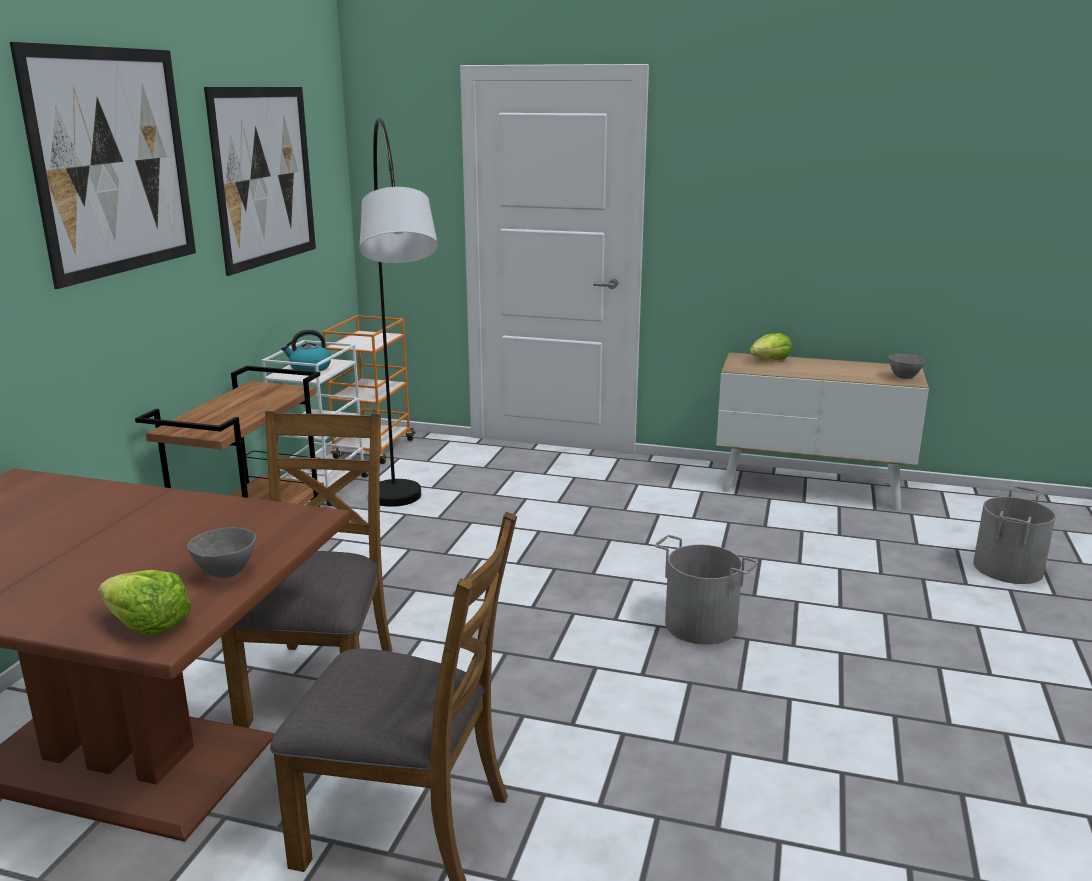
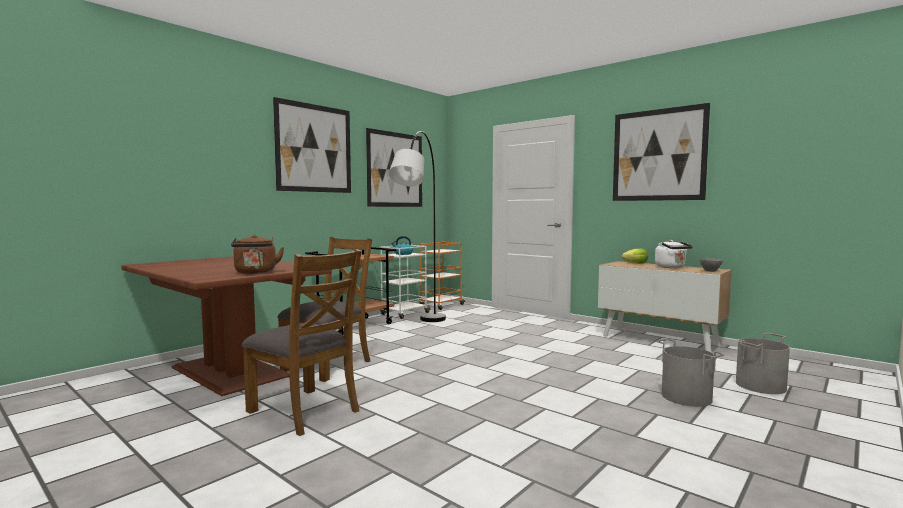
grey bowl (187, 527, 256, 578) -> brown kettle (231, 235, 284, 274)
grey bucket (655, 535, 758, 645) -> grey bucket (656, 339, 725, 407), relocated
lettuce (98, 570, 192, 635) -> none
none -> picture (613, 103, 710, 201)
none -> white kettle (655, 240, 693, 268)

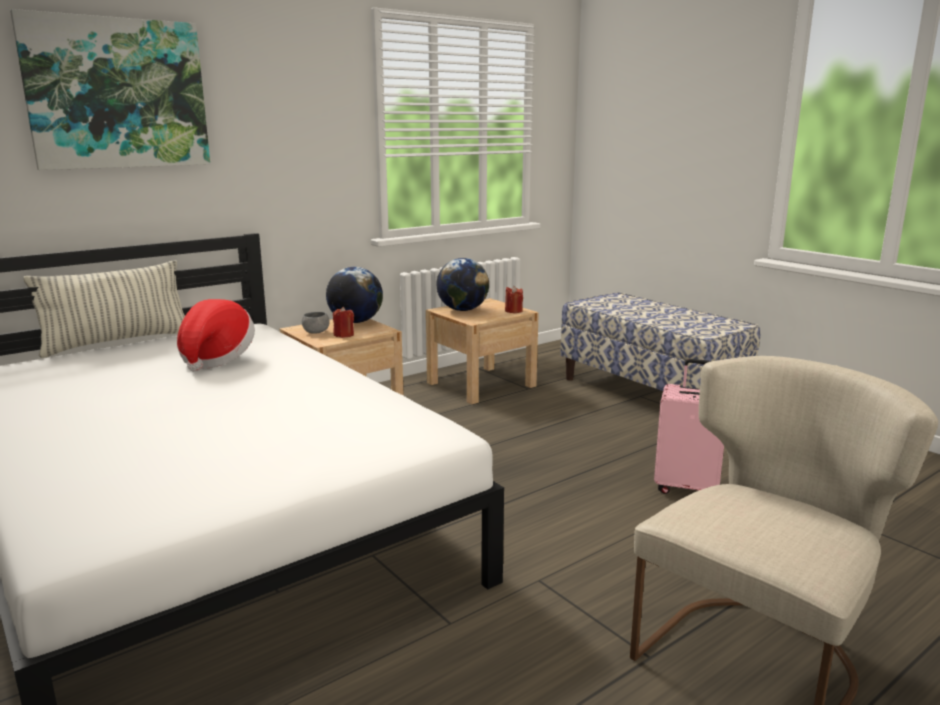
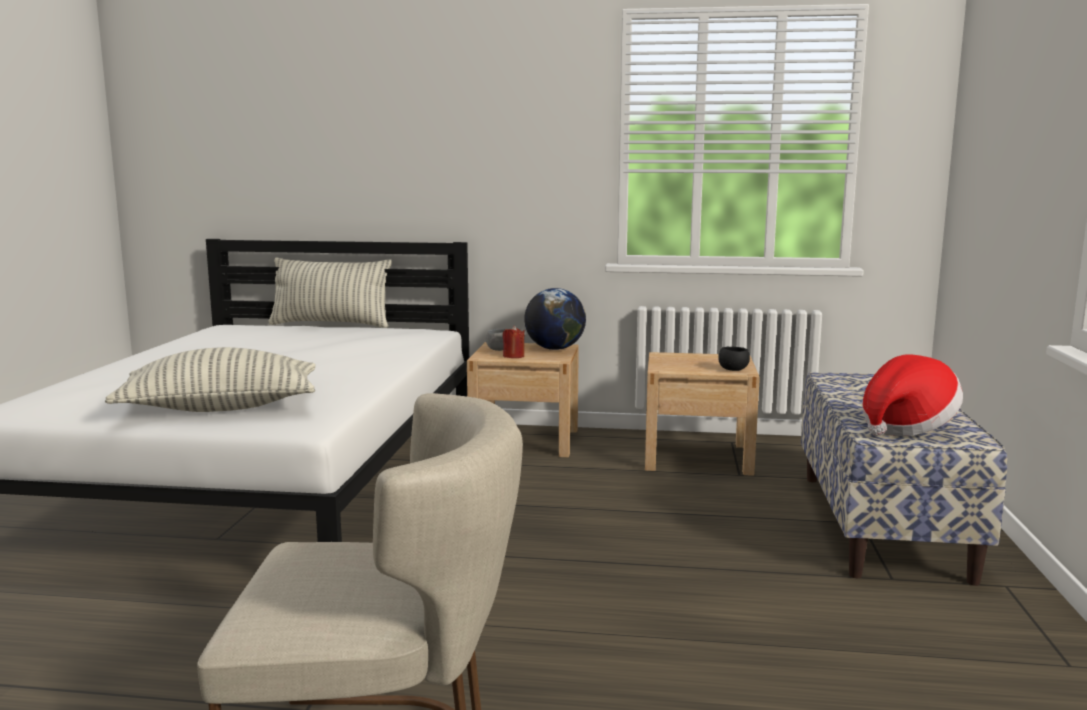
picture (10, 9, 210, 170) -> none
globe (437, 258, 489, 311) -> none
red candle (505, 286, 523, 313) -> black bowl (718, 347, 750, 371)
hat (177, 299, 255, 372) -> hat (862, 355, 963, 436), relocated
pink suitcase (654, 359, 724, 494) -> none
none -> pillow (105, 347, 316, 412)

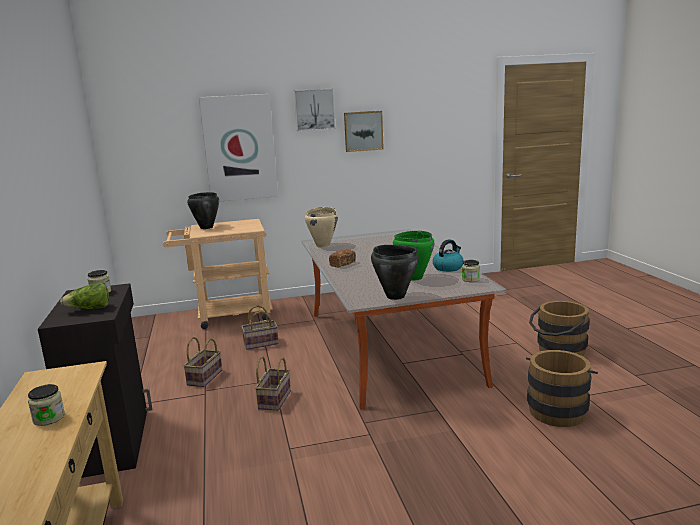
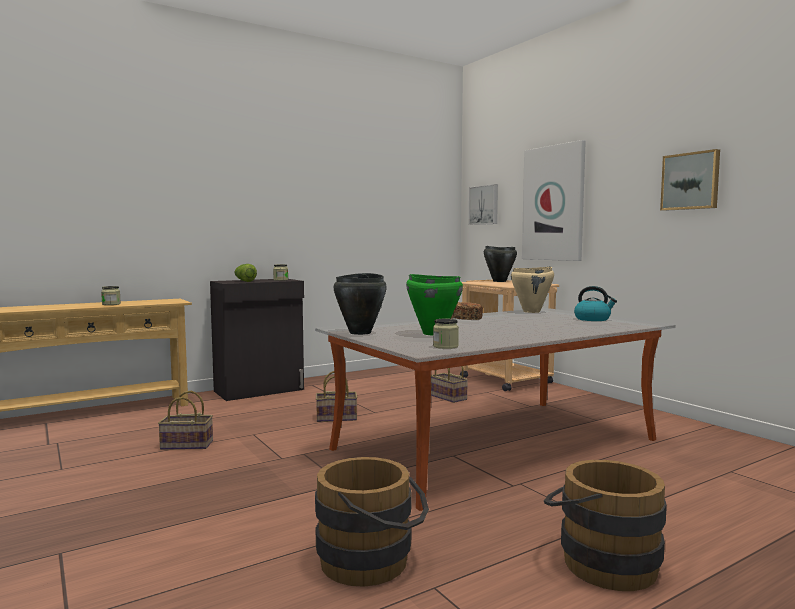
picture (294, 89, 336, 131) -> picture (469, 184, 498, 225), relocated
kettle (433, 239, 464, 272) -> kettle (574, 286, 617, 321), relocated
basket (183, 337, 222, 387) -> basket (158, 391, 213, 450), relocated

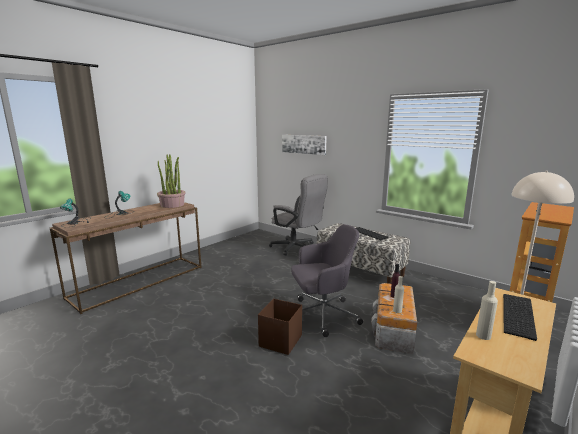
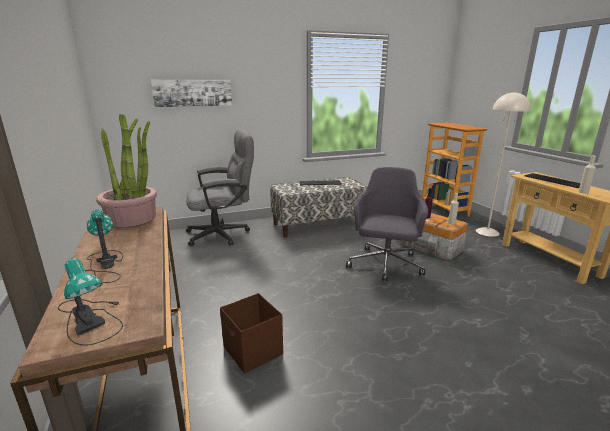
brown storage box (258, 299, 302, 355) -> brown storage box (220, 293, 283, 374), relocated

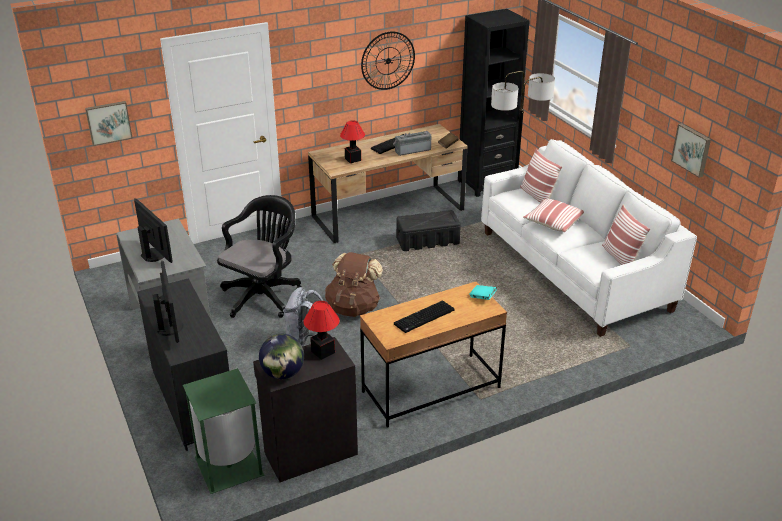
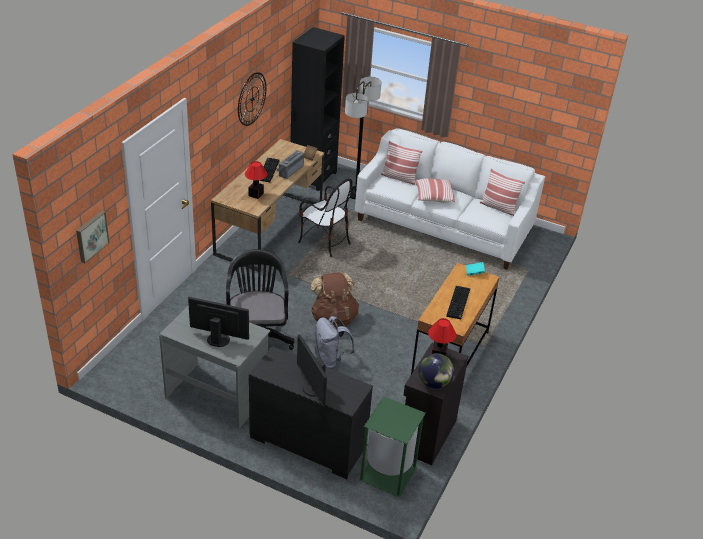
picture (671, 123, 711, 178) -> none
black storage box (396, 210, 461, 251) -> chair (298, 179, 353, 257)
monitor (152, 261, 183, 343) -> monitor (297, 334, 327, 407), 150 degrees counterclockwise

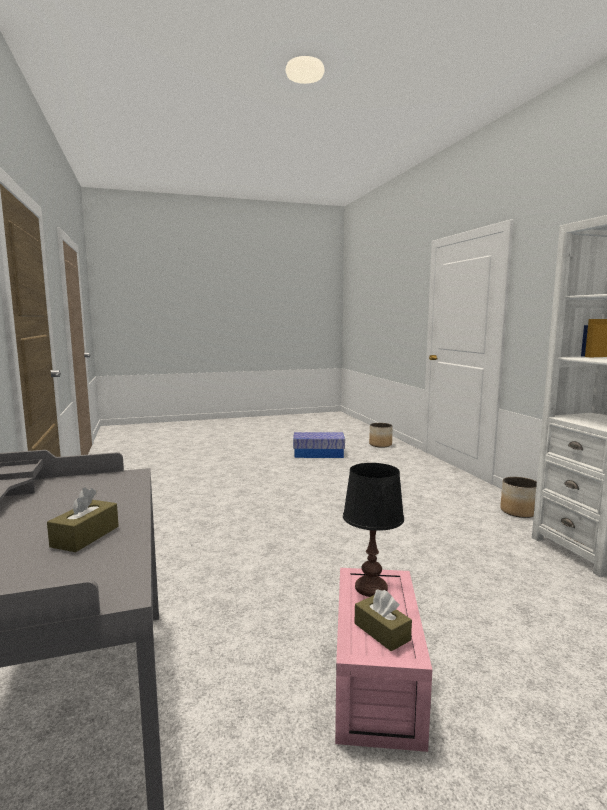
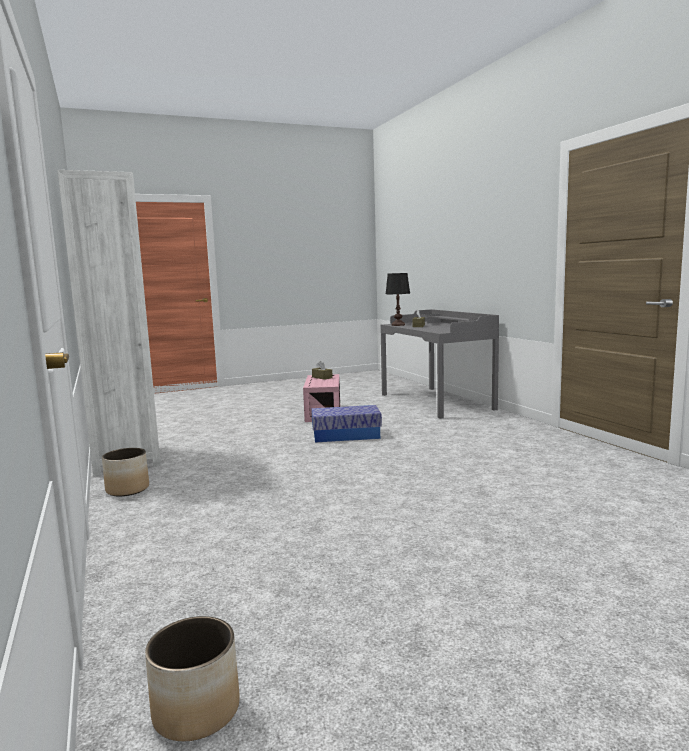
storage box (293, 432, 345, 458) -> storage box (311, 405, 382, 443), relocated
black table lamp (343, 463, 404, 597) -> black table lamp (385, 273, 410, 326), relocated

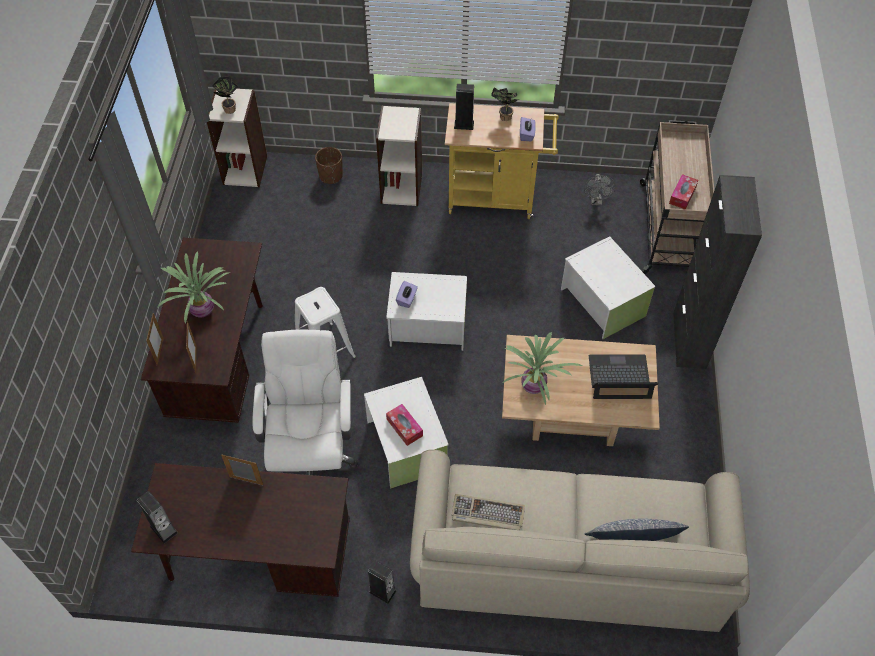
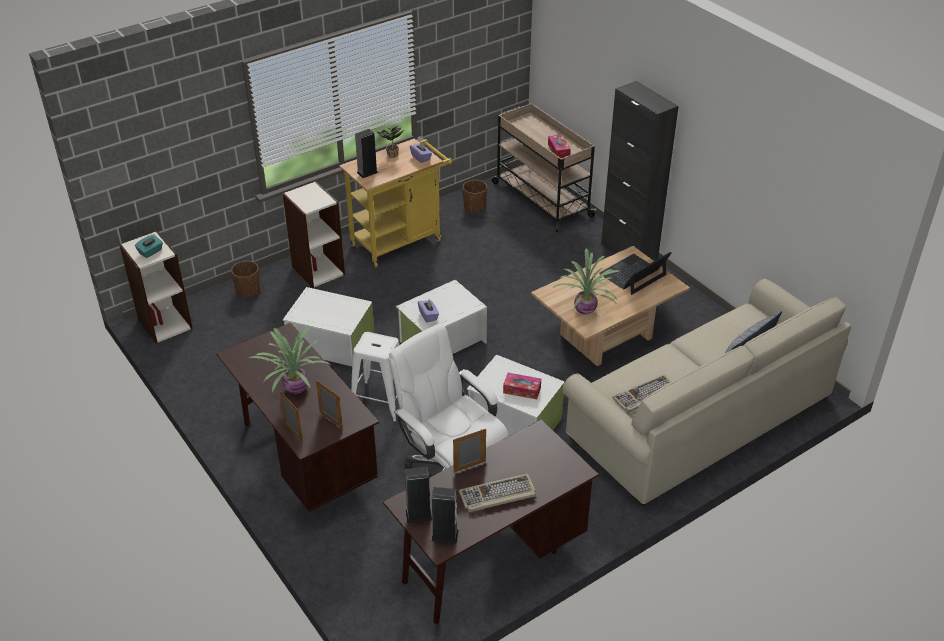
potted plant (212, 76, 239, 114) -> turquoise tissue box (135, 234, 163, 258)
grey fan (584, 174, 616, 205) -> brown planter (463, 180, 487, 214)
white storage box (561, 236, 655, 339) -> white storage box (283, 287, 374, 366), relocated
speaker (368, 560, 396, 604) -> speaker (405, 467, 432, 523), relocated
none -> keyboard (459, 474, 536, 512)

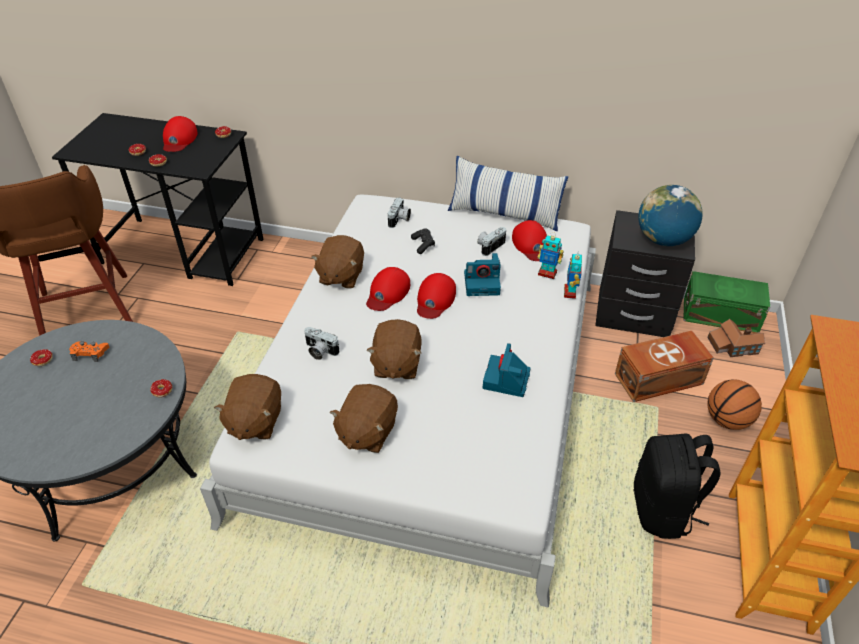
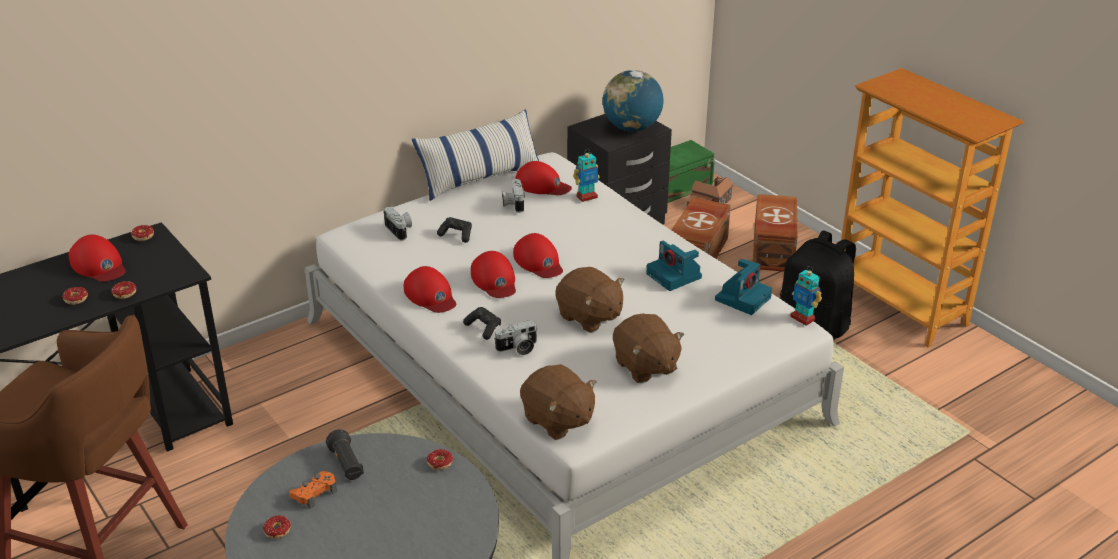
brown plush toy (311, 235, 364, 289) -> red cap (404, 266, 456, 313)
photo camera (464, 253, 501, 296) -> photo camera (715, 259, 772, 315), relocated
toy robot (564, 254, 582, 299) -> toy robot (790, 266, 822, 325), relocated
basketball (707, 379, 762, 430) -> brown storage box (753, 194, 797, 272)
none -> black game controller (463, 307, 501, 340)
none -> black flashlight (326, 429, 364, 480)

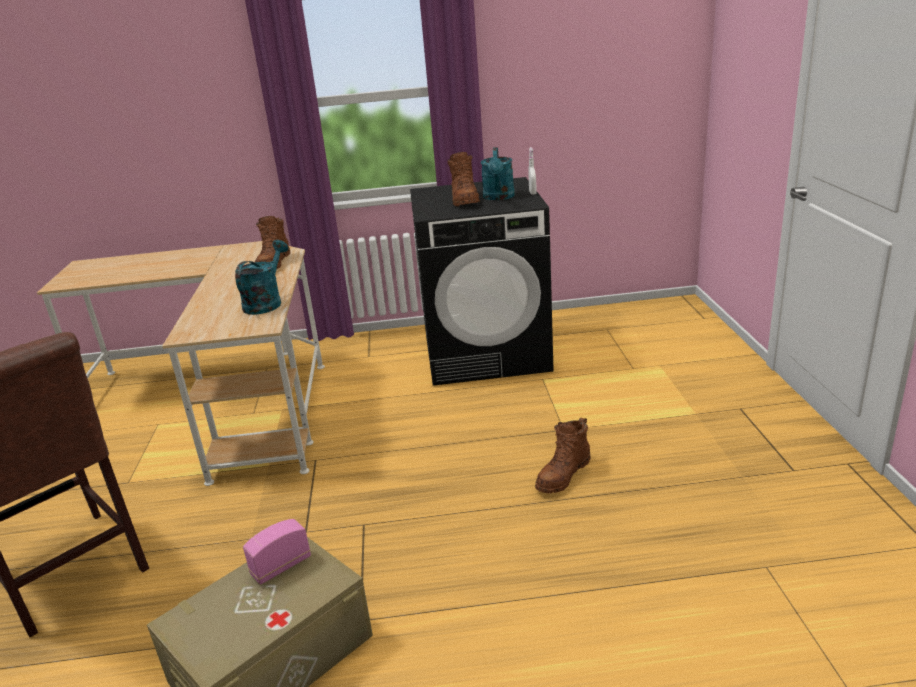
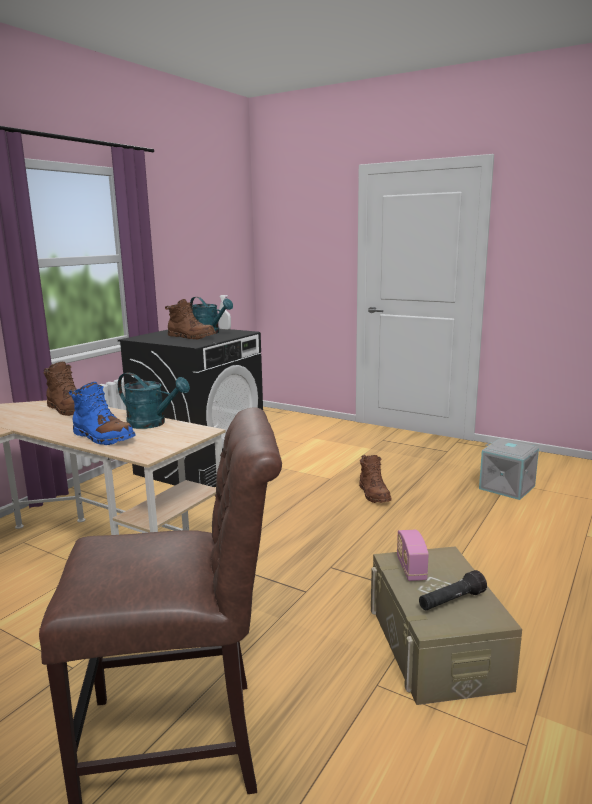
turquoise watering can (235, 240, 288, 315) -> turquoise watering can (118, 372, 190, 429), 150 degrees clockwise
none -> blue boot (68, 382, 136, 445)
none -> grey storage box (479, 439, 539, 500)
none -> black flashlight (419, 570, 487, 610)

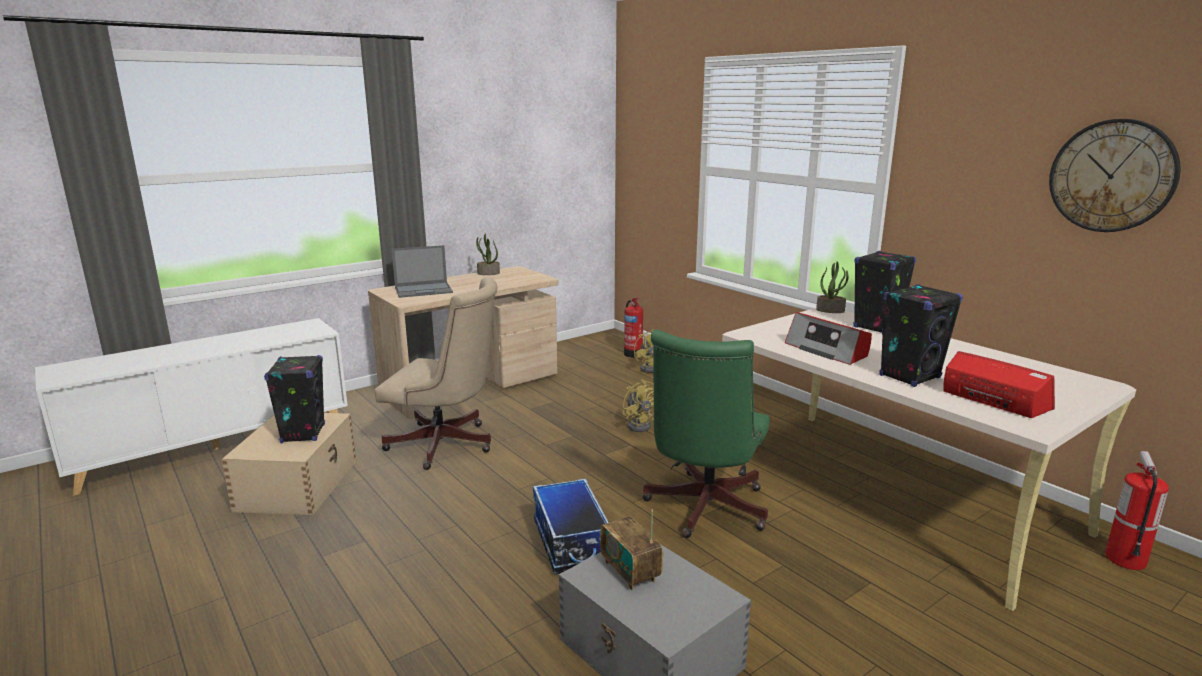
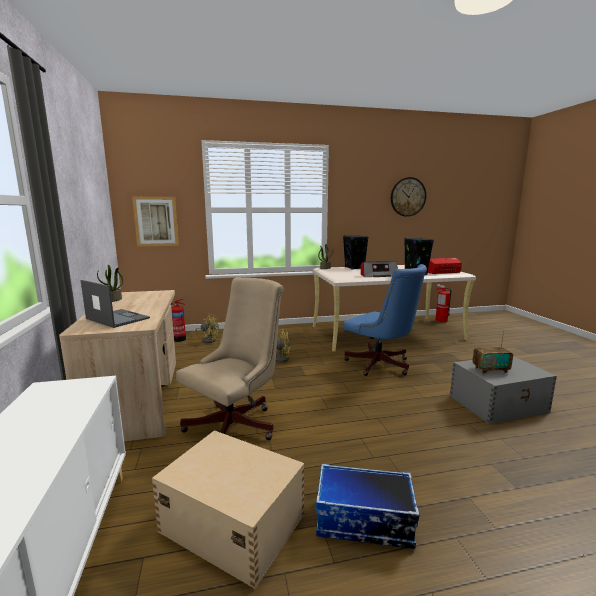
laptop (391, 245, 453, 298) -> laptop (81, 280, 150, 328), 60 degrees counterclockwise
green office chair (642, 330, 770, 538) -> blue office chair (344, 264, 427, 376)
black speaker (264, 355, 325, 443) -> none
storage box (533, 479, 609, 574) -> storage box (316, 464, 419, 549), relocated
none -> picture (132, 197, 179, 247)

